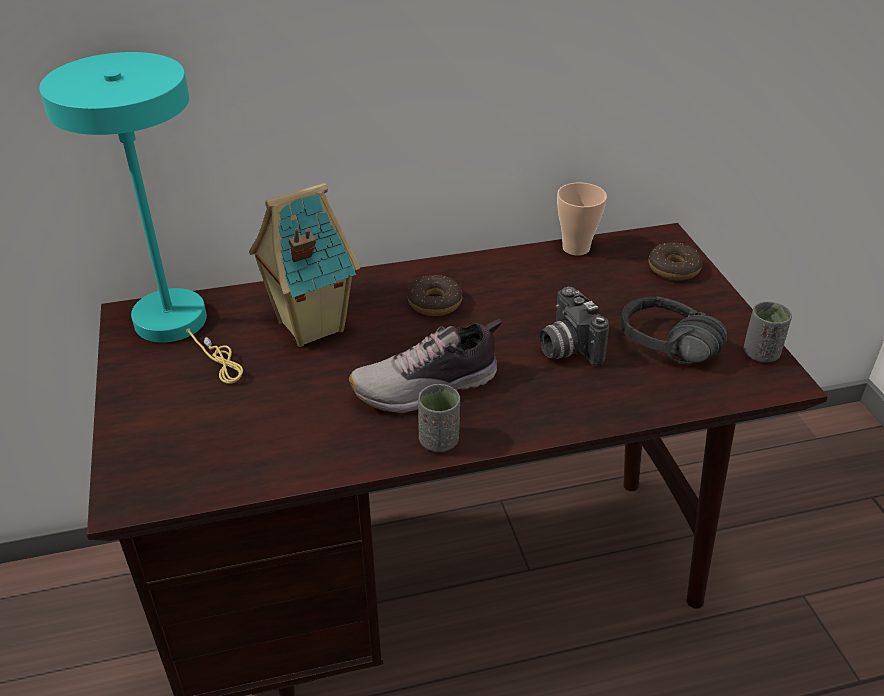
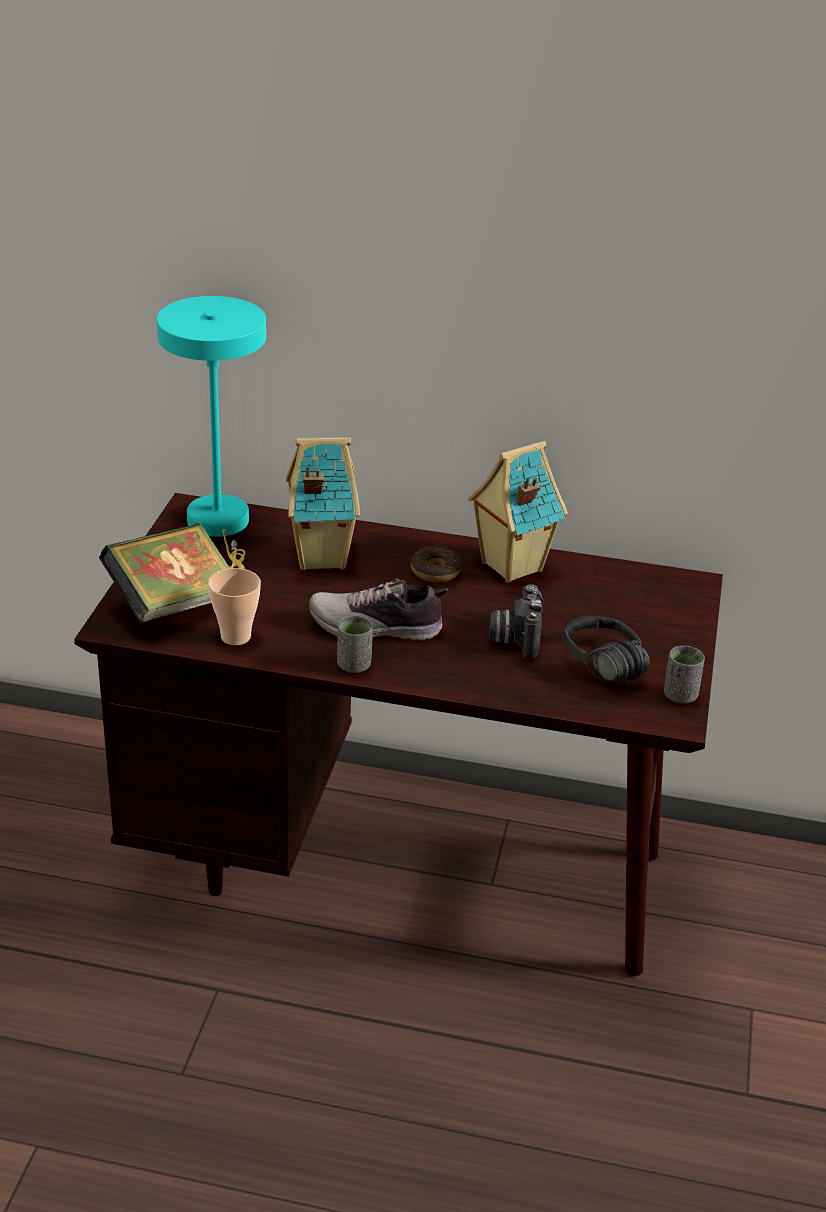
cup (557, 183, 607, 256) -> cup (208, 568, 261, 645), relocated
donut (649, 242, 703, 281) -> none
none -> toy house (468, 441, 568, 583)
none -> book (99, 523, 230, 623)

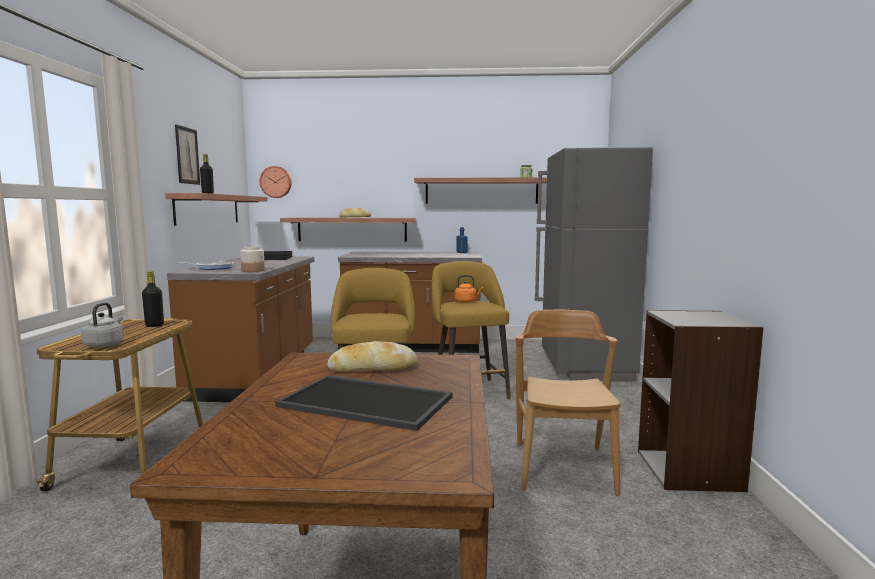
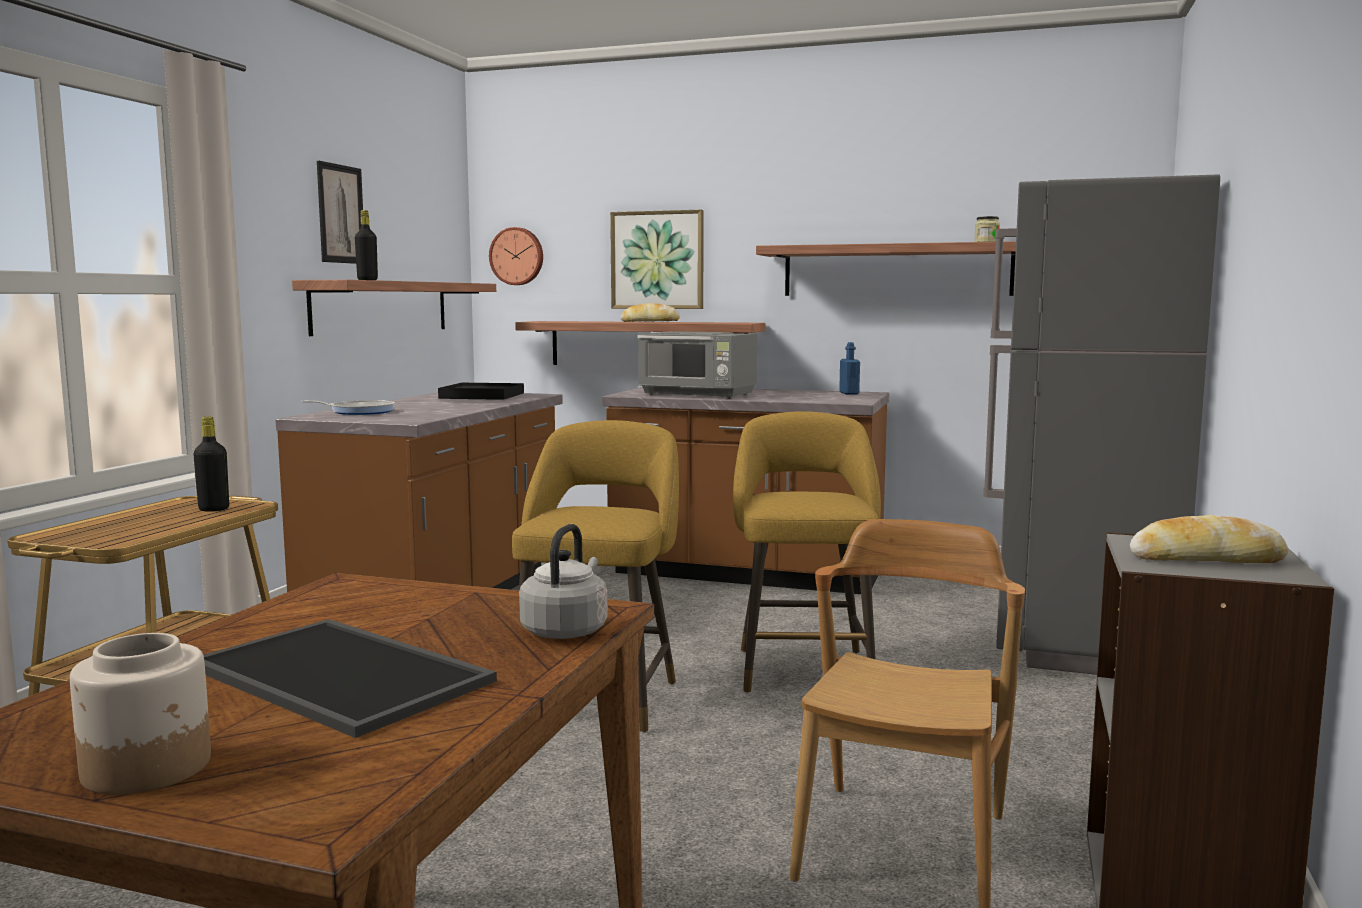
jar (240, 246, 265, 272) -> jar (70, 633, 211, 795), relocated
orange kettle (454, 275, 483, 303) -> none
grey kettle (81, 303, 123, 348) -> grey kettle (519, 524, 608, 639), relocated
bread (327, 341, 417, 372) -> bread (1130, 515, 1288, 563), relocated
none -> picture (610, 210, 704, 309)
none -> grey microwave (637, 331, 757, 399)

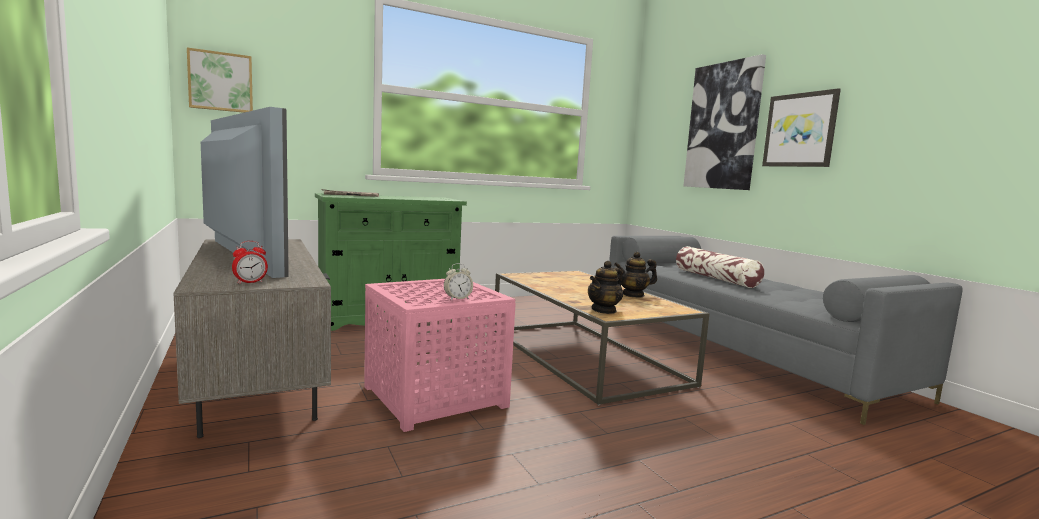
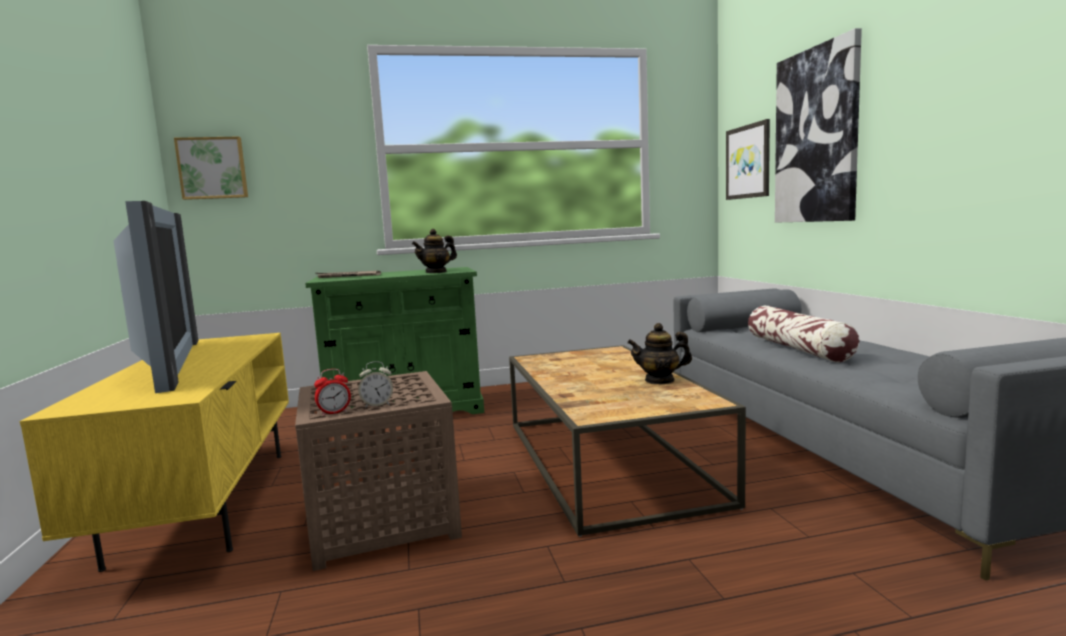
picture (762, 88, 841, 167) -> picture (726, 119, 770, 200), relocated
grey tv stand (173, 239, 331, 438) -> yellow tv stand (20, 333, 289, 572)
alarm clock (232, 241, 268, 284) -> alarm clock (314, 369, 351, 416), relocated
teapot (588, 261, 623, 314) -> teapot (412, 229, 457, 273), relocated
pink side table (364, 279, 516, 432) -> brown side table (295, 371, 462, 571)

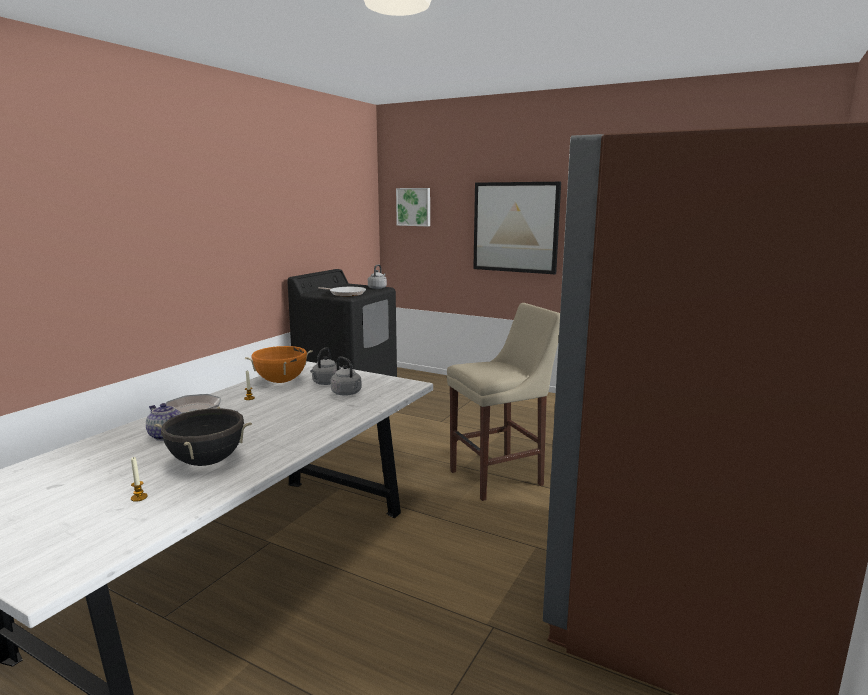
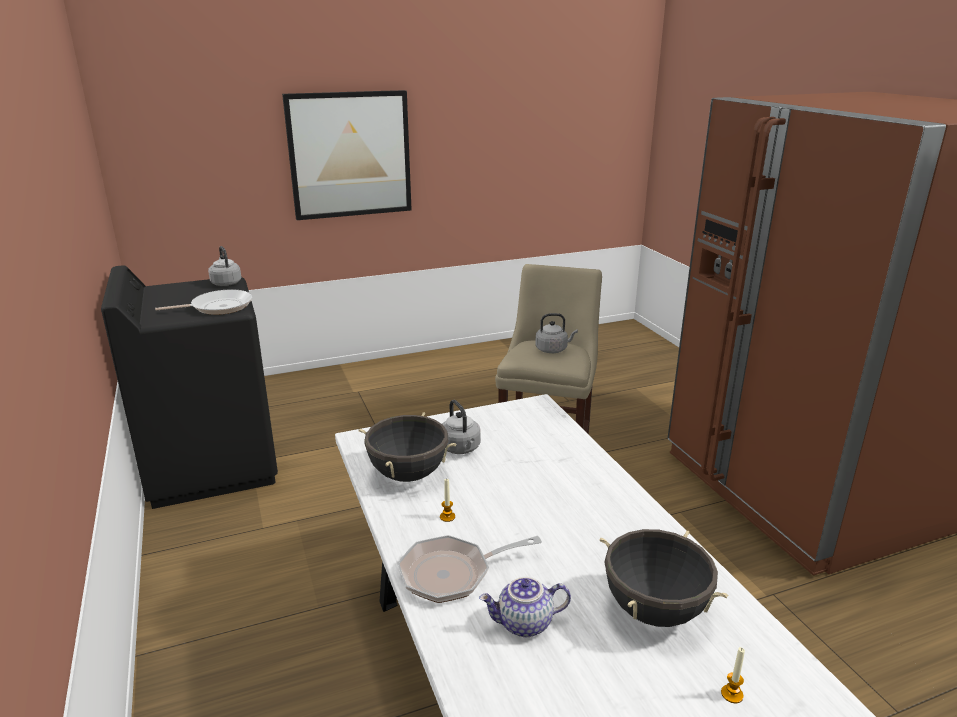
picture (396, 188, 430, 226) -> none
orange cooking pot (245, 346, 313, 383) -> black cooking pot (358, 412, 456, 482)
grey kettle (330, 356, 362, 396) -> grey kettle (535, 313, 578, 353), relocated

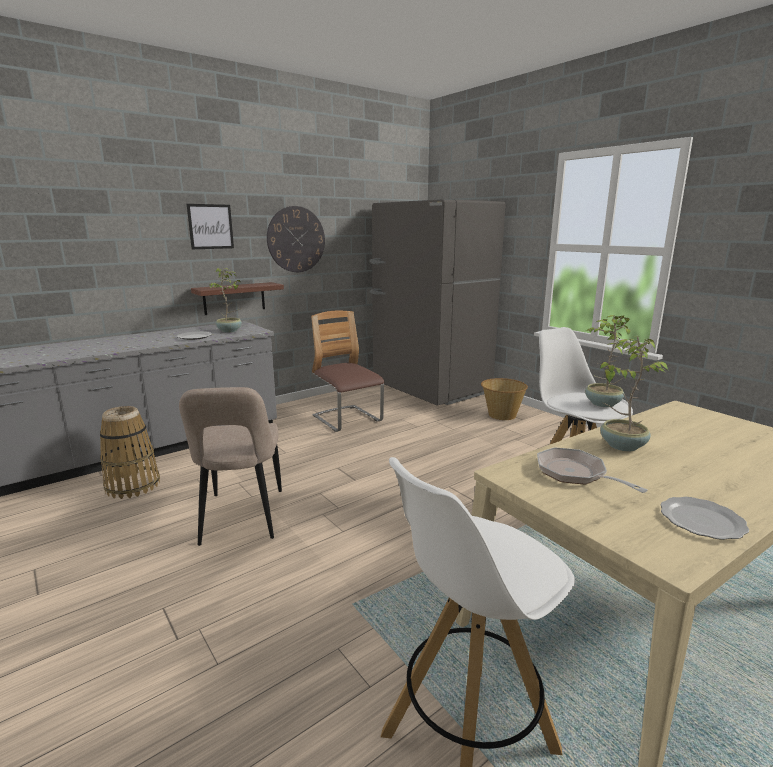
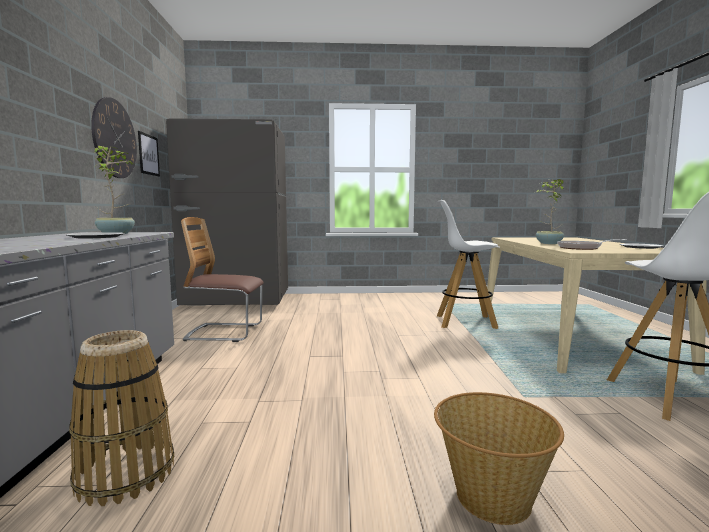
picture (187, 204, 234, 249) -> picture (138, 131, 160, 176), relocated
shelf (191, 282, 284, 315) -> none
potted plant (585, 315, 631, 407) -> none
basket (481, 378, 528, 420) -> basket (434, 392, 564, 525), relocated
beige chair (179, 387, 282, 546) -> none

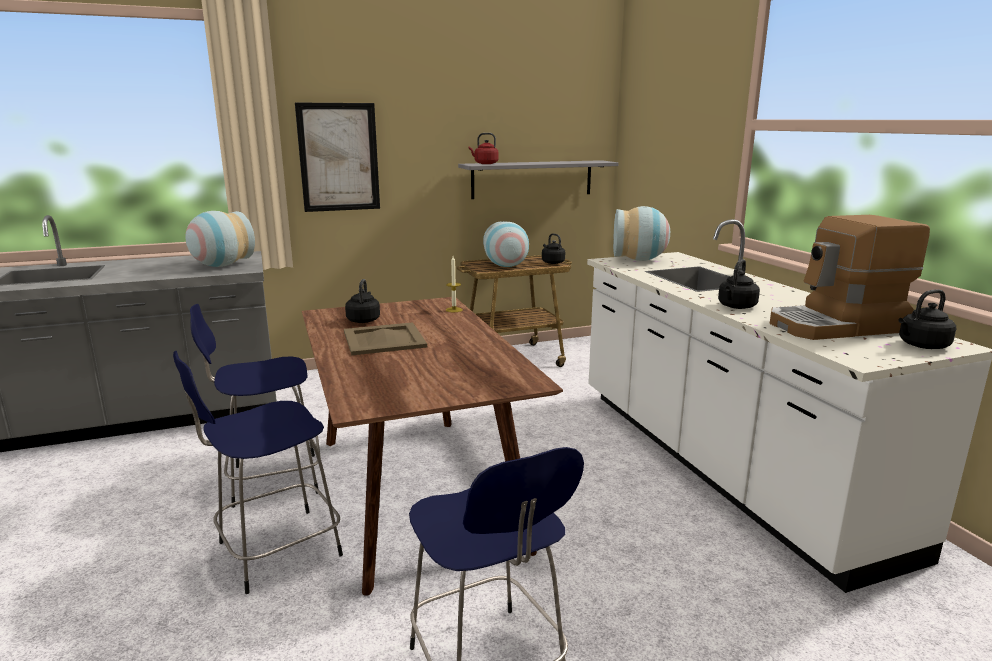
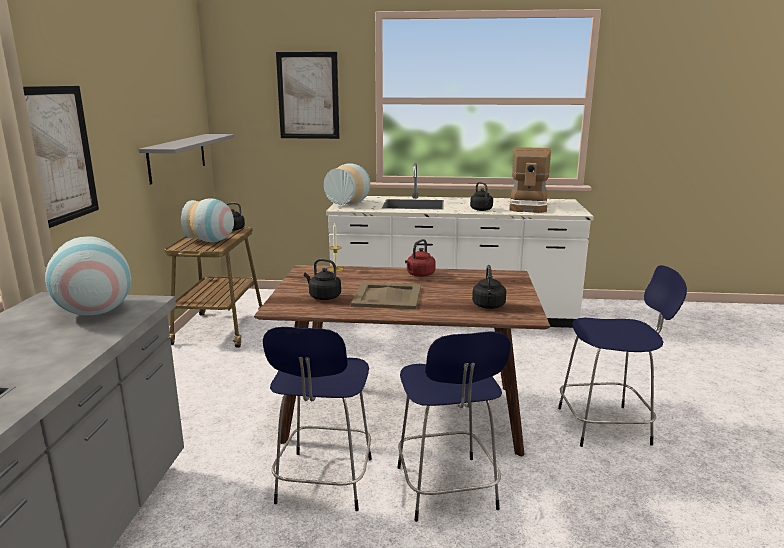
red kettle (469, 133, 499, 164) -> red kettle (405, 239, 436, 277), relocated
black kettle (898, 289, 956, 349) -> black kettle (472, 265, 506, 309), relocated
none -> picture (276, 52, 340, 139)

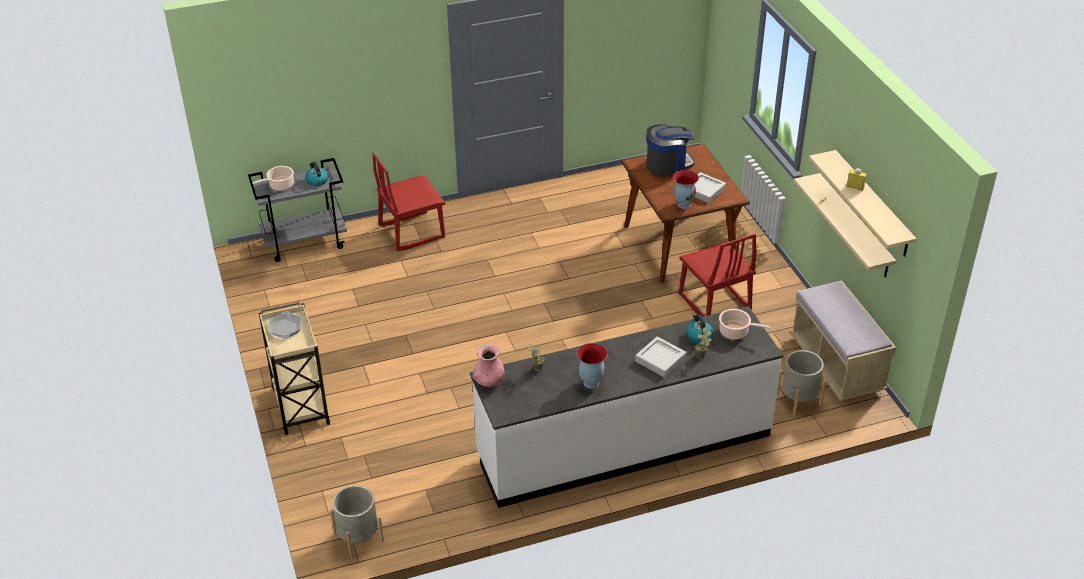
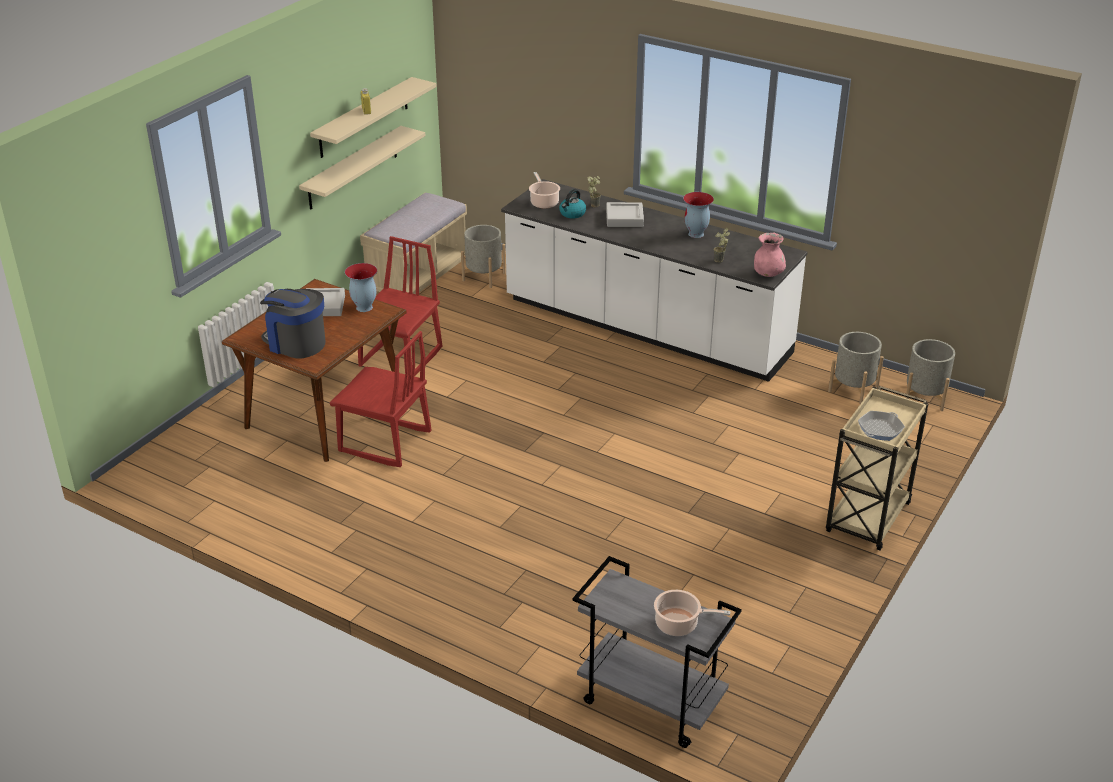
red chair (372, 153, 445, 251) -> red chair (330, 331, 432, 467), relocated
kettle (305, 162, 328, 186) -> none
none -> grey planter (828, 332, 884, 404)

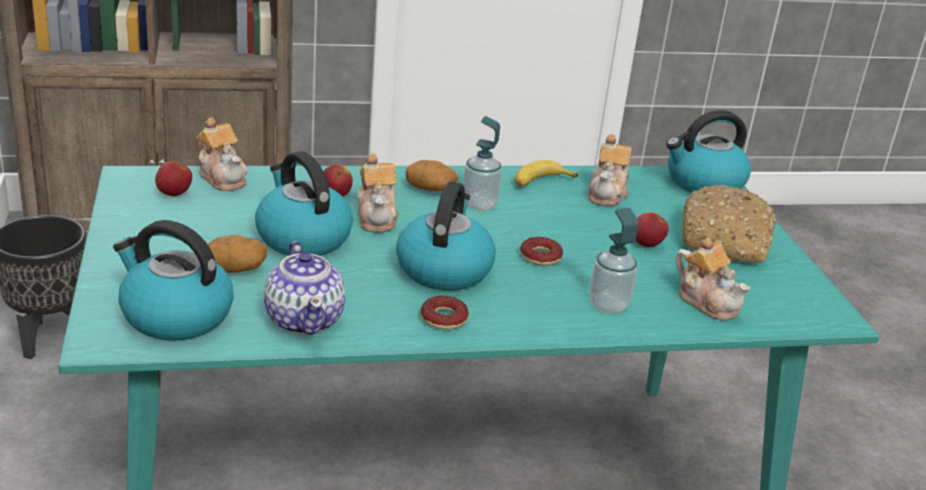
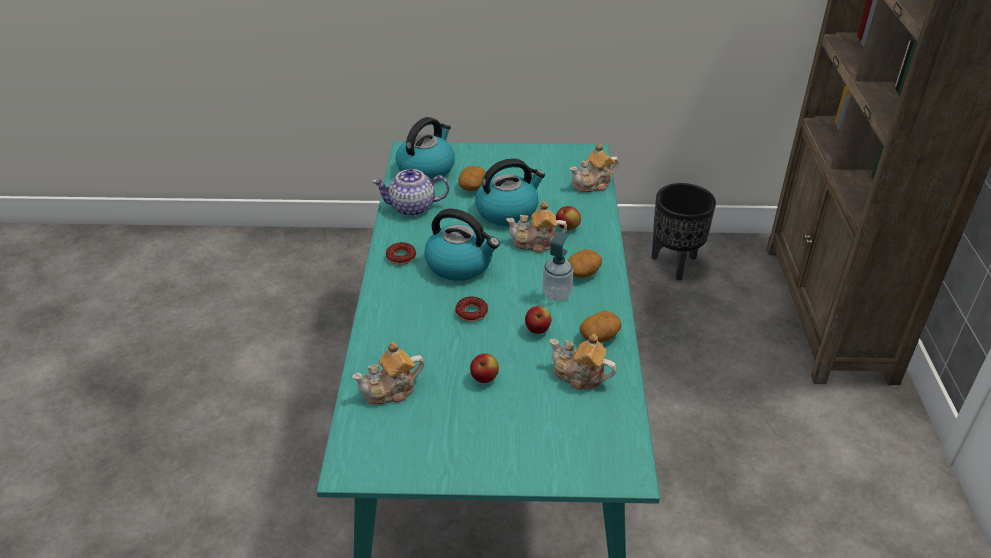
kettle (666, 110, 751, 193) -> none
banana (515, 160, 578, 187) -> potato (580, 311, 621, 343)
apple (155, 161, 192, 196) -> apple (525, 306, 552, 334), relocated
bread (682, 185, 776, 263) -> none
soap dispenser (589, 208, 639, 313) -> none

